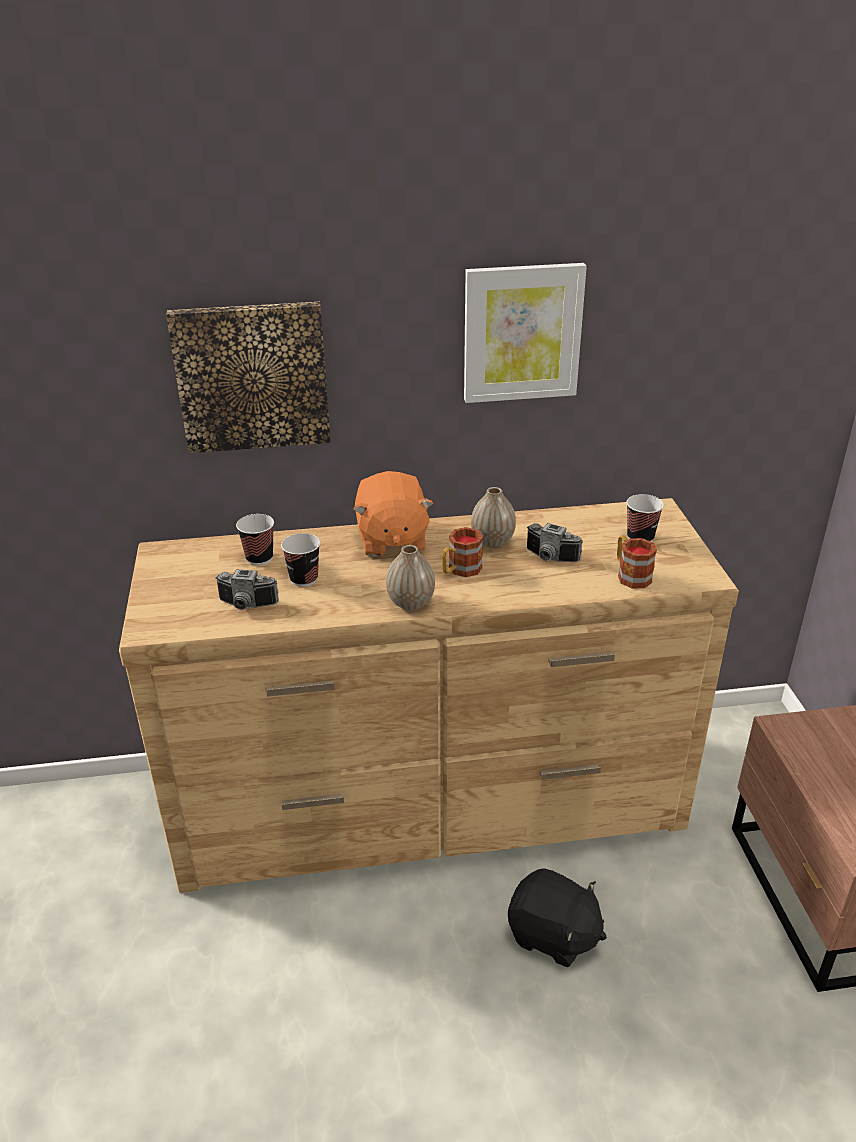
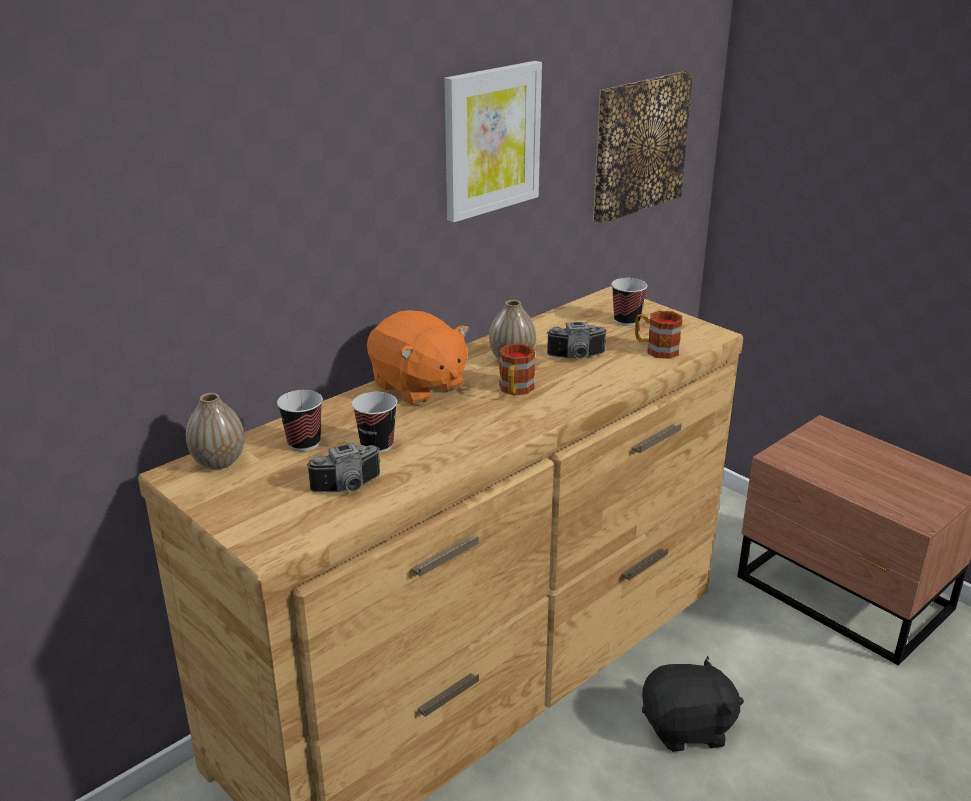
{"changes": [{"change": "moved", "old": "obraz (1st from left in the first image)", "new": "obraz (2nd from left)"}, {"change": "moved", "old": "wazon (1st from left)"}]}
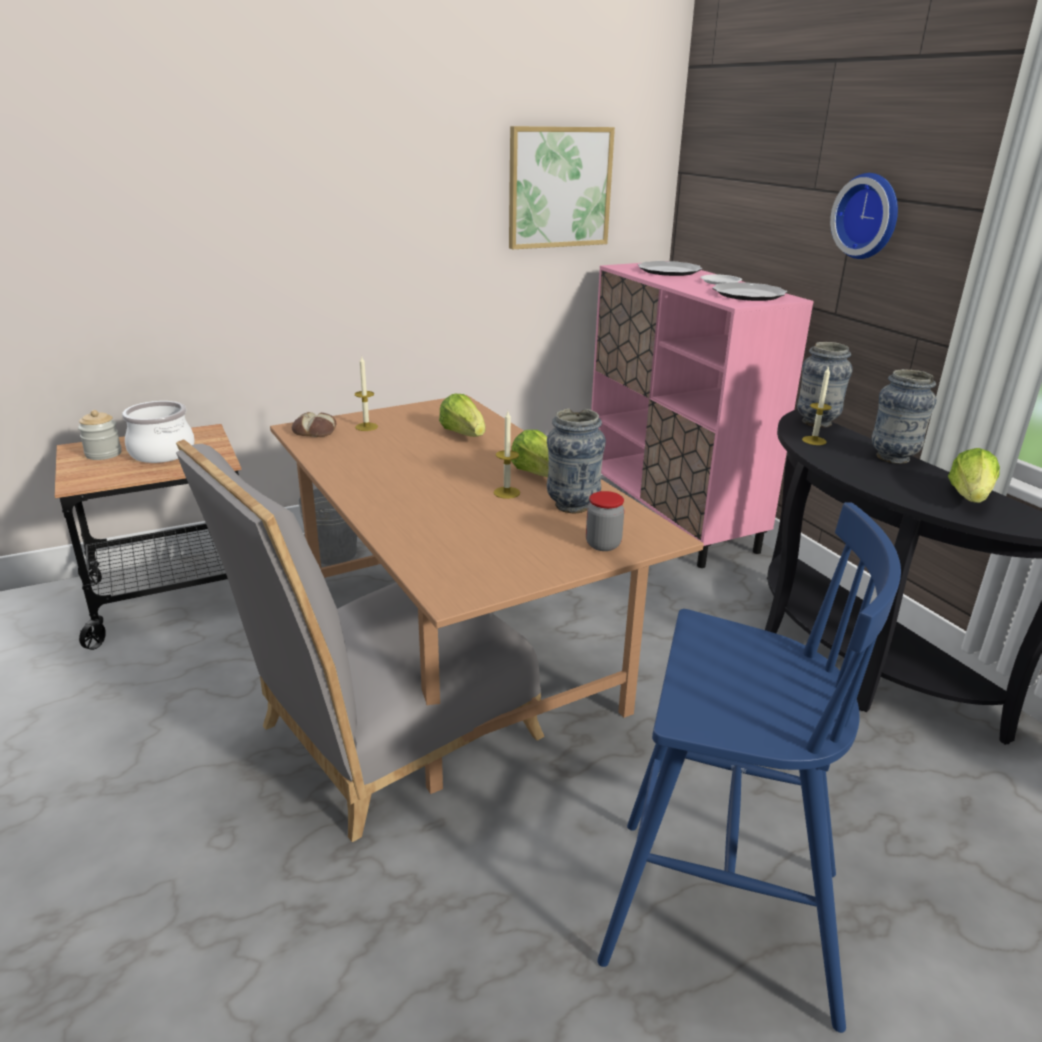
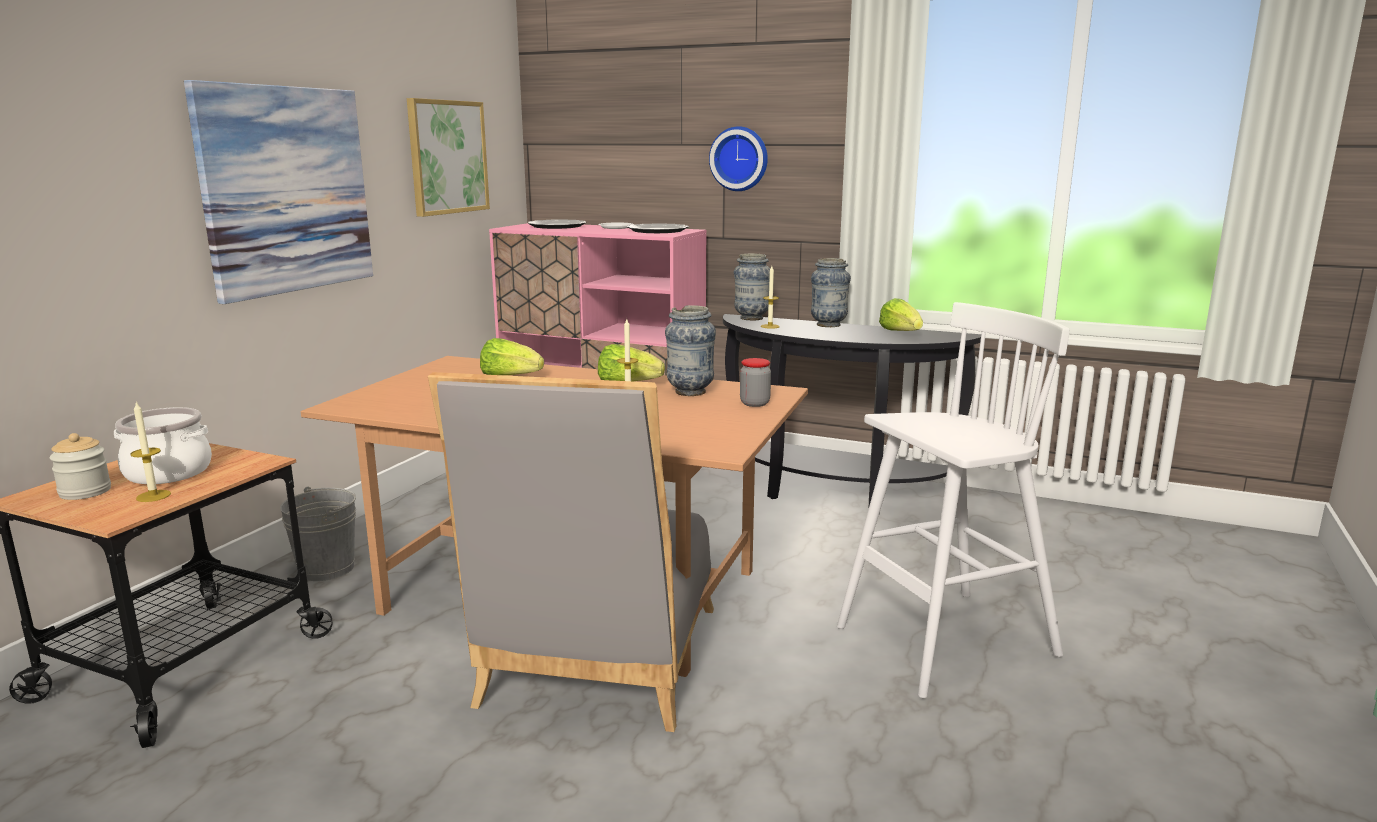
{"changes": [{"change": "moved", "old": "świeca (1st from left)"}, {"change": "removed", "old": "chleb"}, {"change": "recoloured", "old": "stołek [niebieski]", "new": "stołek [biały]"}, {"change": "added", "new": "obraz (1st from left)"}]}
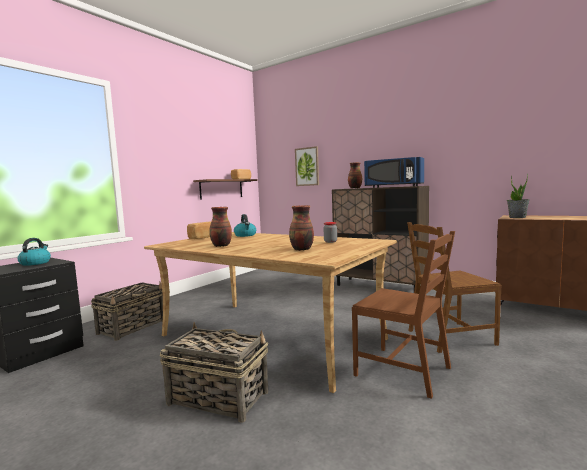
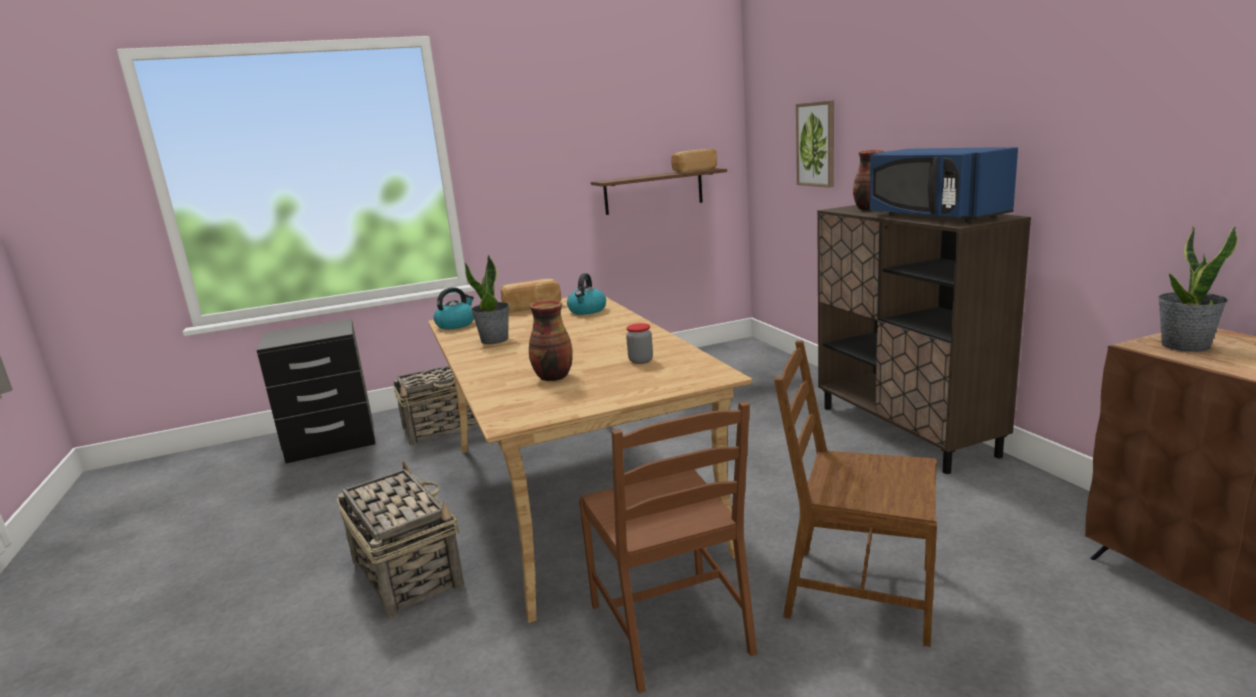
{"changes": [{"change": "replaced", "old": "wazon (1st from left)", "new": "roślina doniczkowa (1st from left)"}, {"change": "moved", "old": "czajnik (1st from left)"}]}
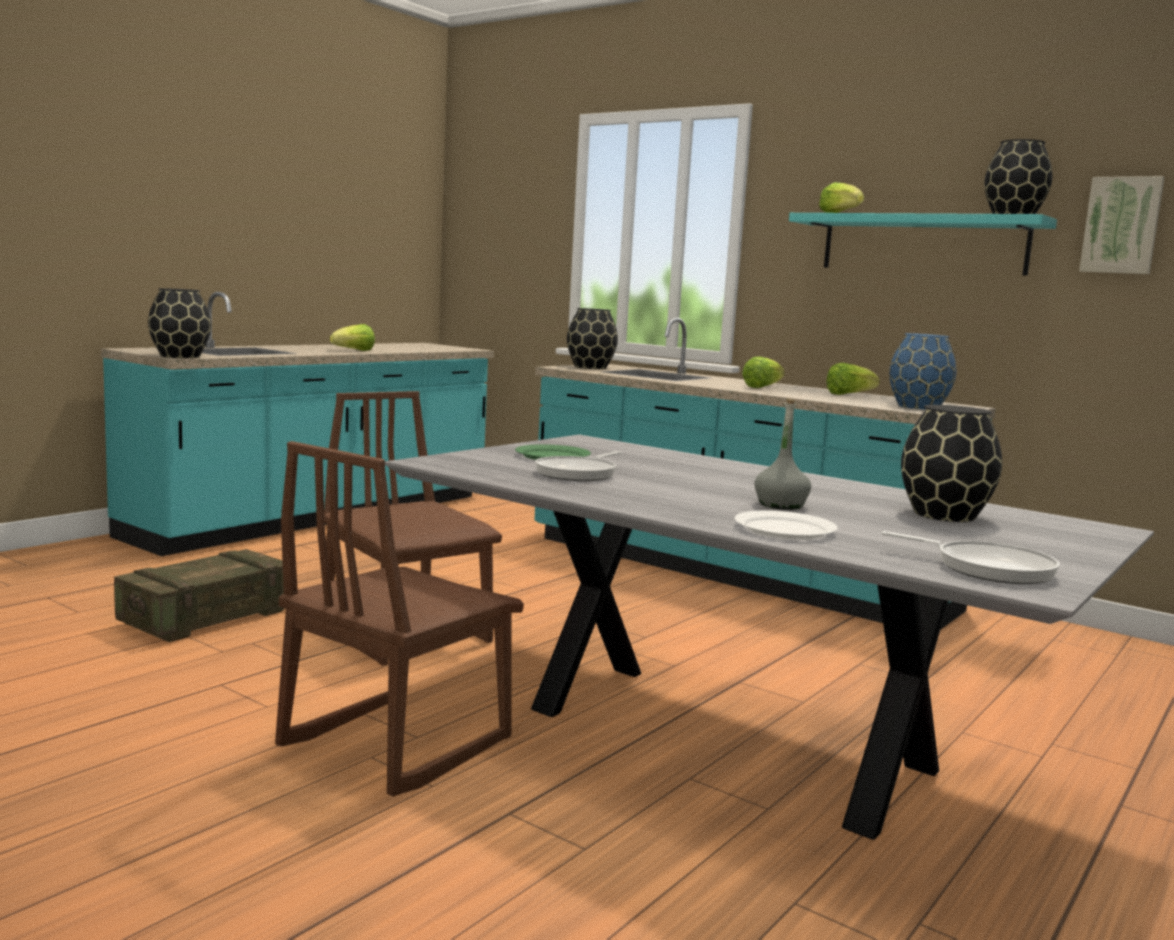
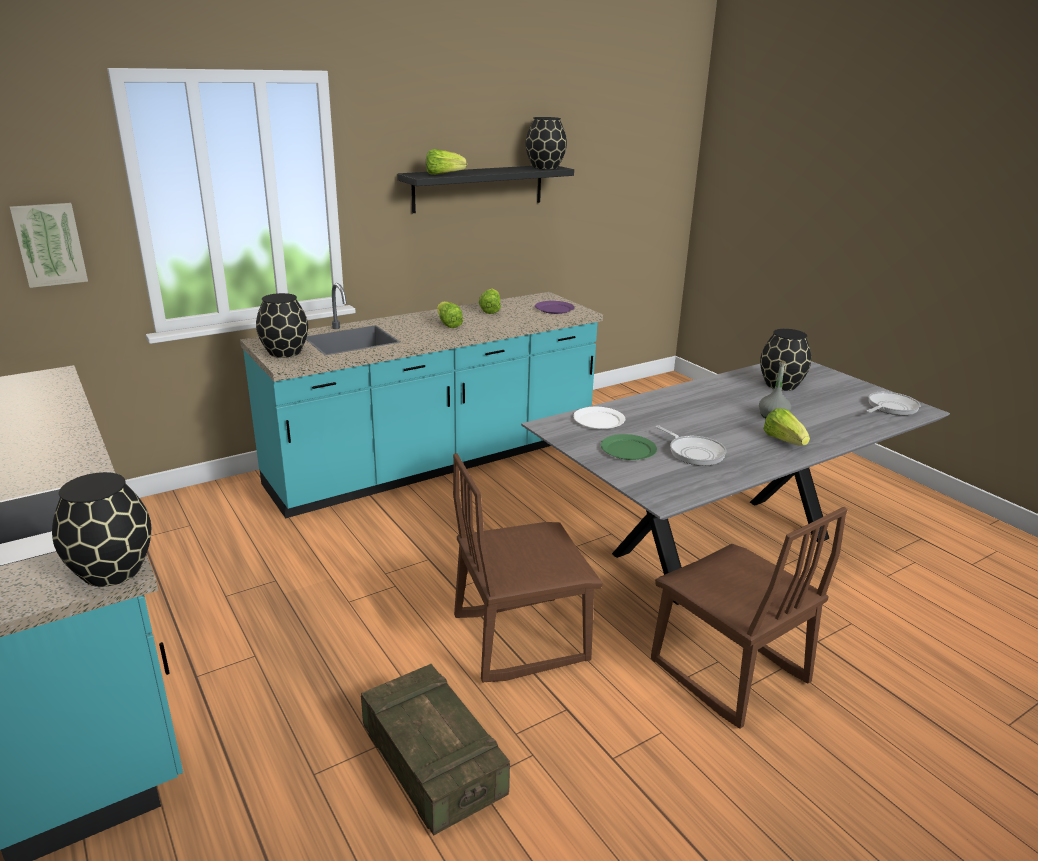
{"changes": [{"change": "moved", "old": "obraz"}, {"change": "recoloured", "old": "półka [turkusowy]", "new": "półka [czarny]"}, {"change": "moved", "old": "sałata (1st from left in the first image)", "new": "sałata (4th from left)"}, {"change": "replaced", "old": "wazon [niebieski]", "new": "talerz [fioletowy]"}, {"change": "moved", "old": "talerz [biały]"}]}
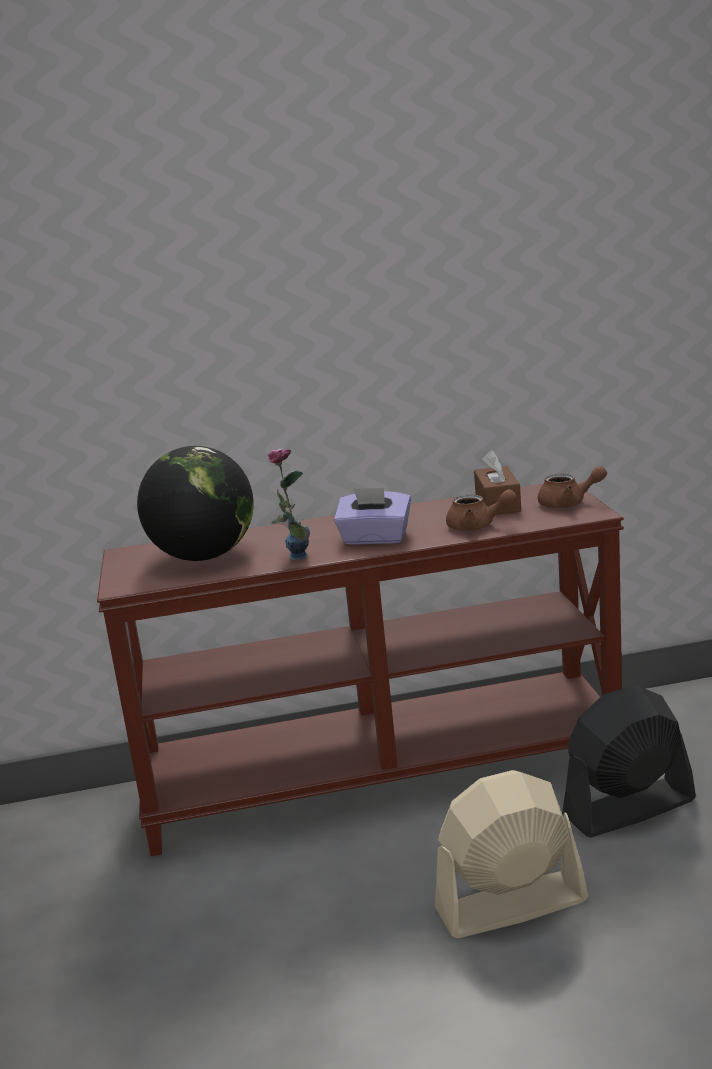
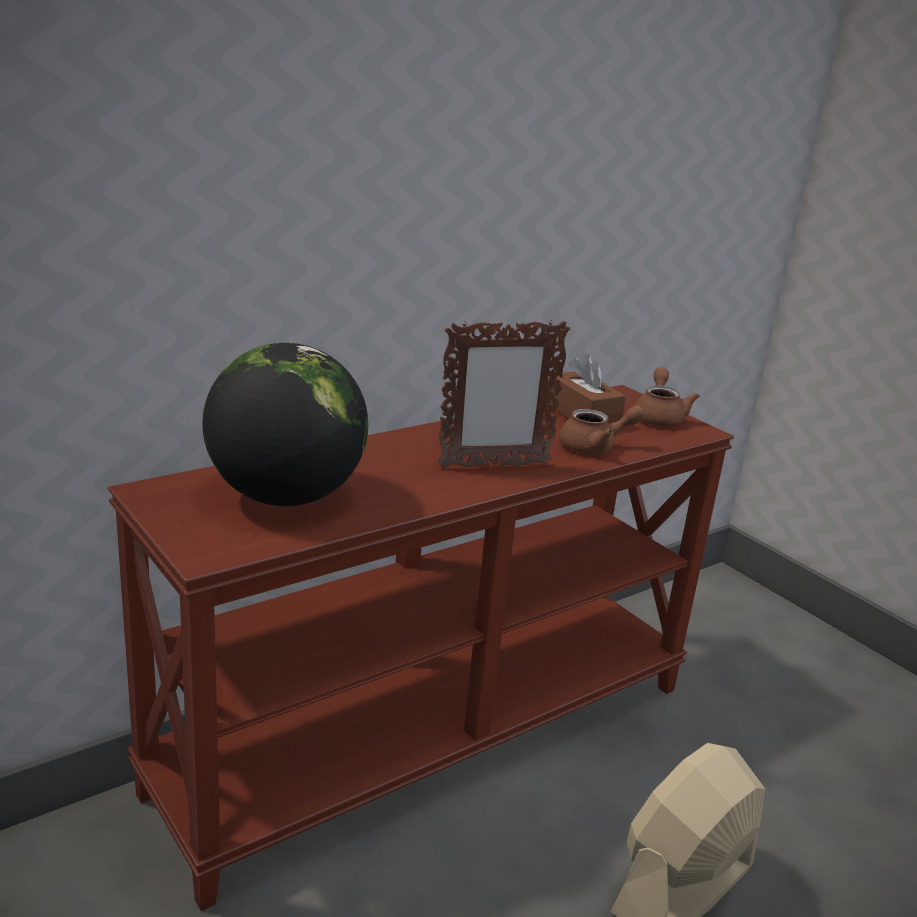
{"changes": [{"change": "removed", "old": "wazon"}, {"change": "turned", "old": "imbryk [brązowy] (2nd from left)", "degrees": -60}, {"change": "replaced", "old": "pudełko chusteczek [fioletowy]", "new": "ramka na zdjęcie"}, {"change": "removed", "old": "wentylator [czarny]"}]}
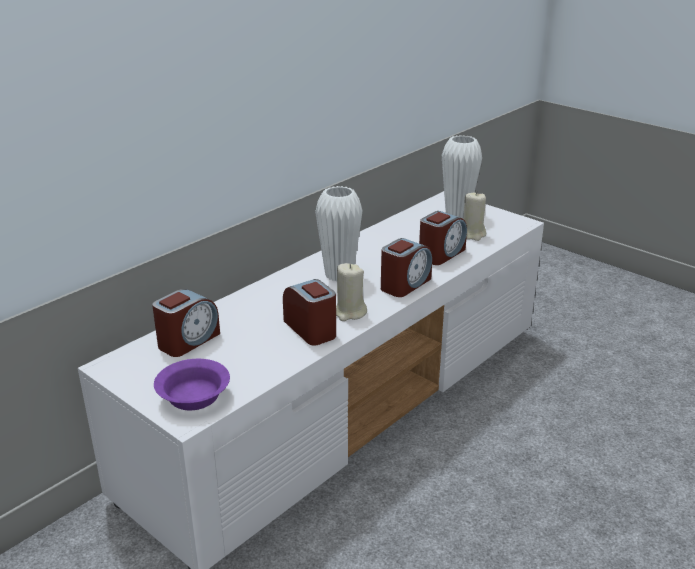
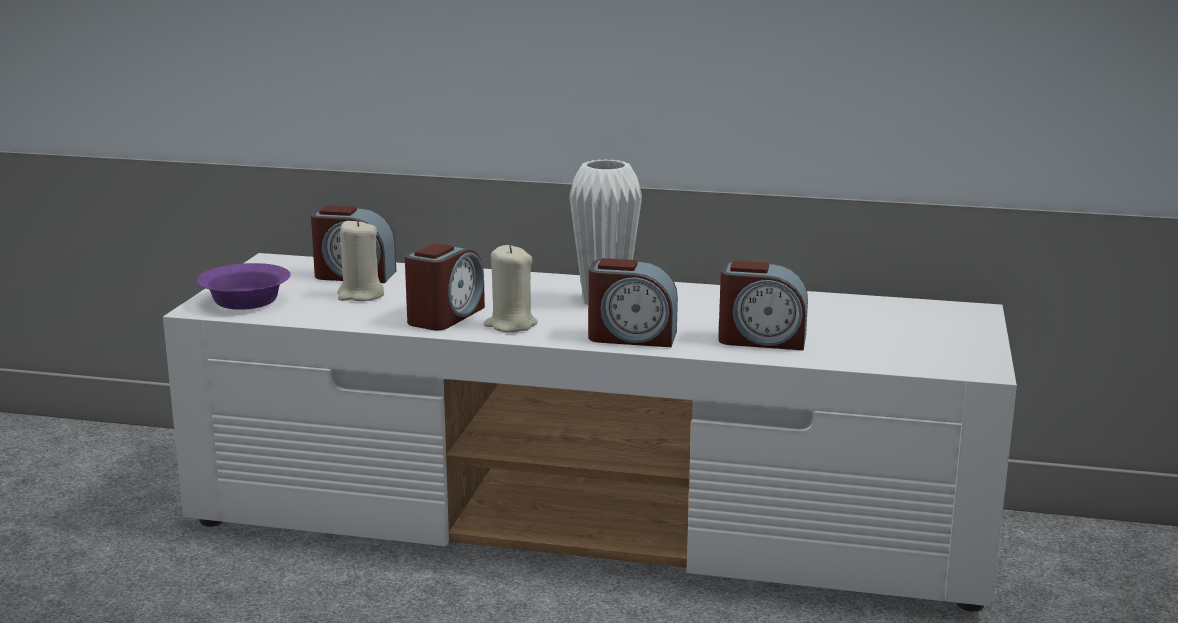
{"changes": [{"change": "removed", "old": "wazon [biały] (2nd from left)"}, {"change": "moved", "old": "świeca [beżowy] (2nd from left in the first image)", "new": "świeca [beżowy] (1st from left)"}]}
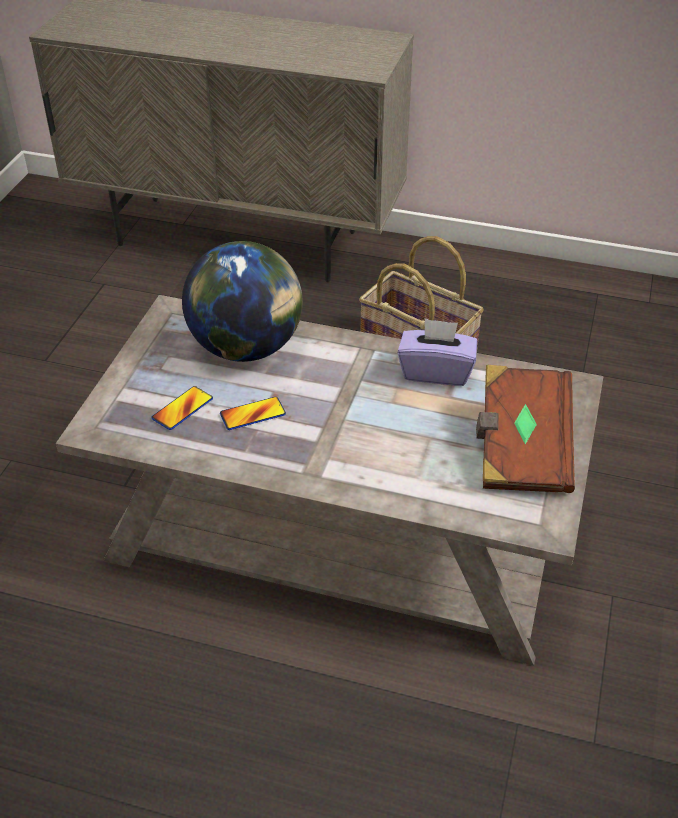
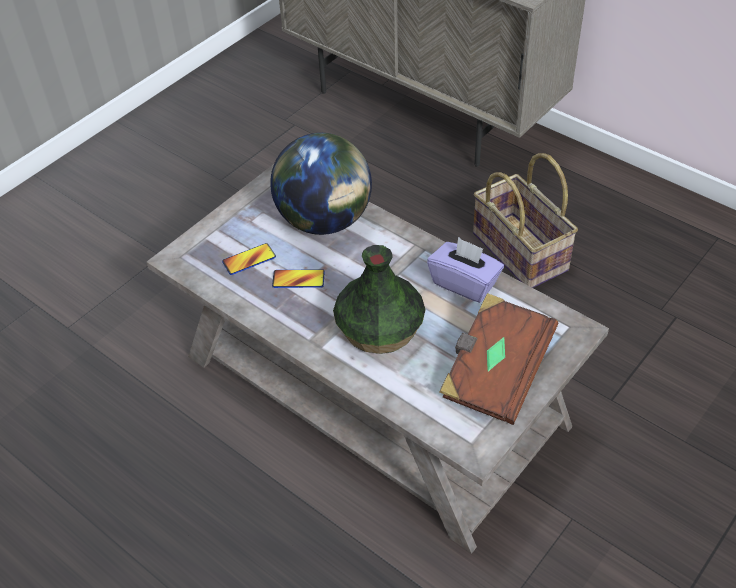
{"changes": [{"change": "added", "new": "wazon"}]}
